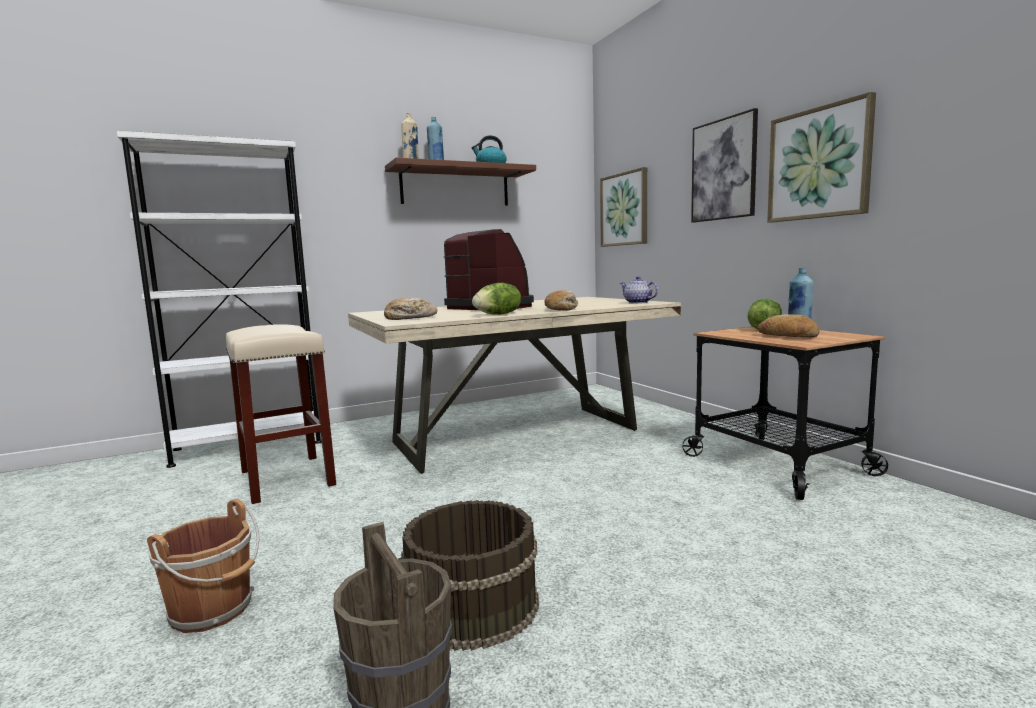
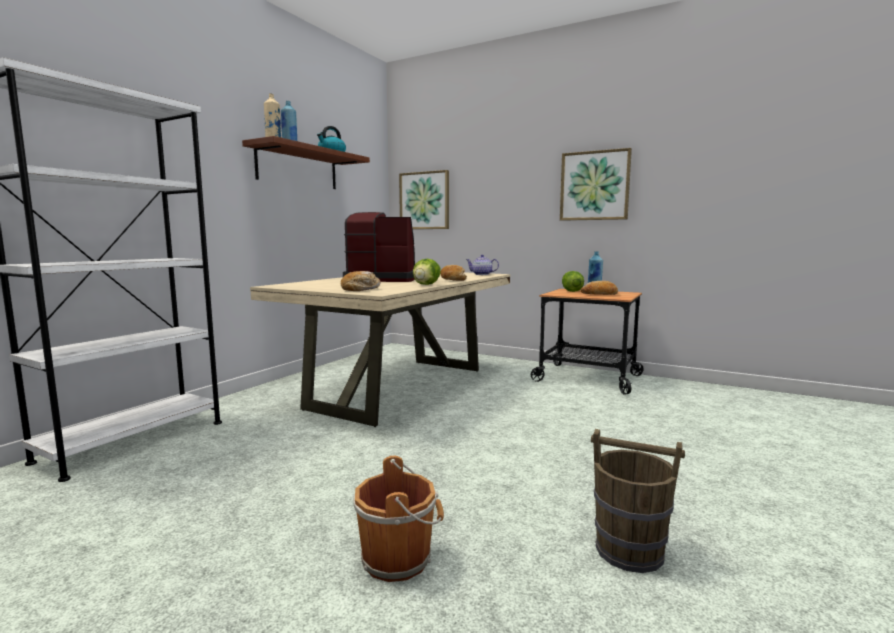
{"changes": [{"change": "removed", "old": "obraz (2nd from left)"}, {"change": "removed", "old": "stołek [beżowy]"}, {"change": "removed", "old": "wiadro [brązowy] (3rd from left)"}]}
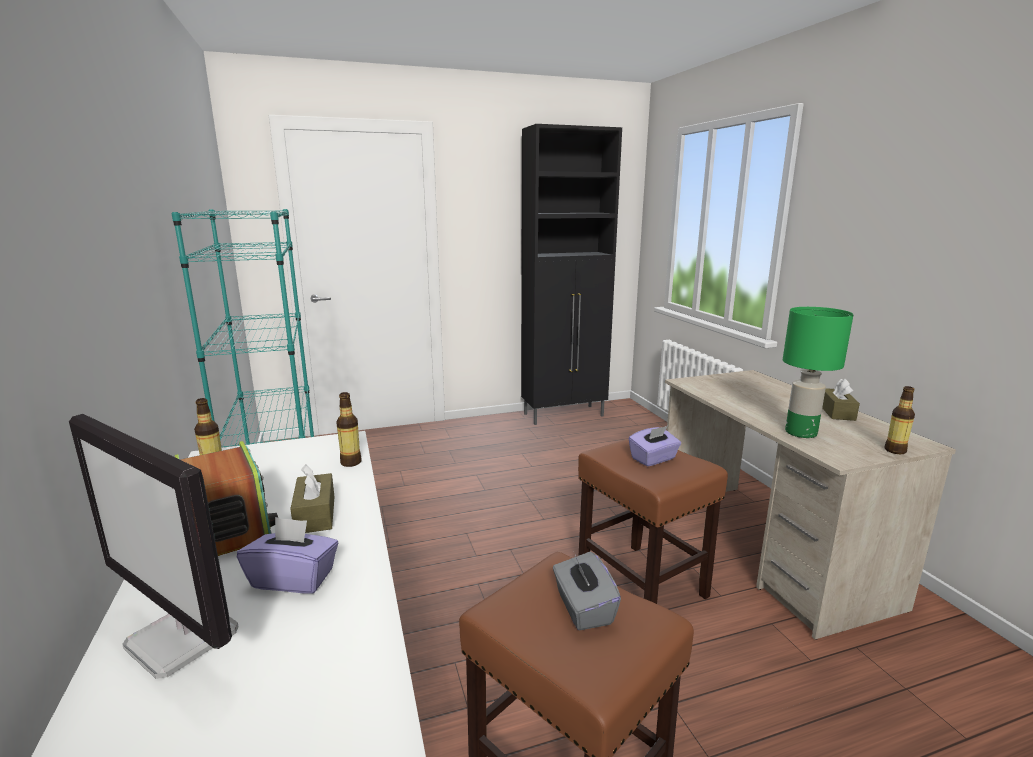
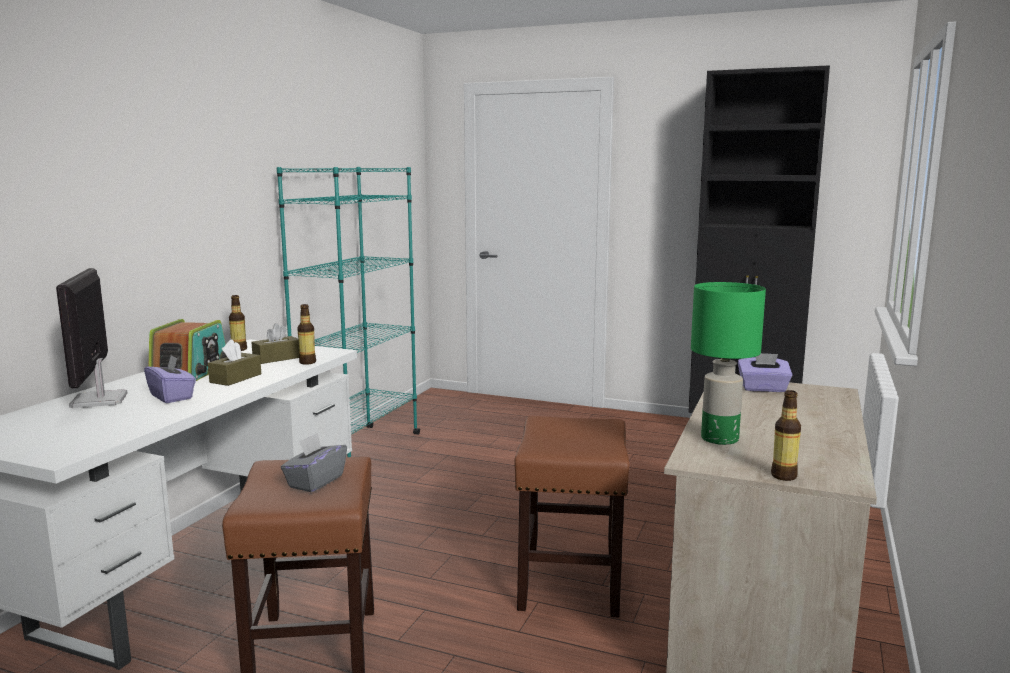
{"changes": [{"change": "moved", "old": "pudełko chusteczek [brązowy] (2nd from left)"}, {"change": "moved", "old": "pudełko chusteczek [fioletowy] (2nd from left)"}]}
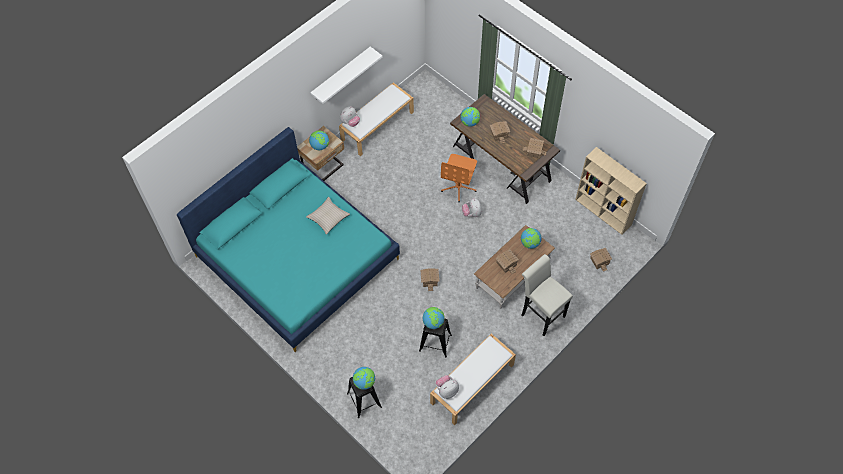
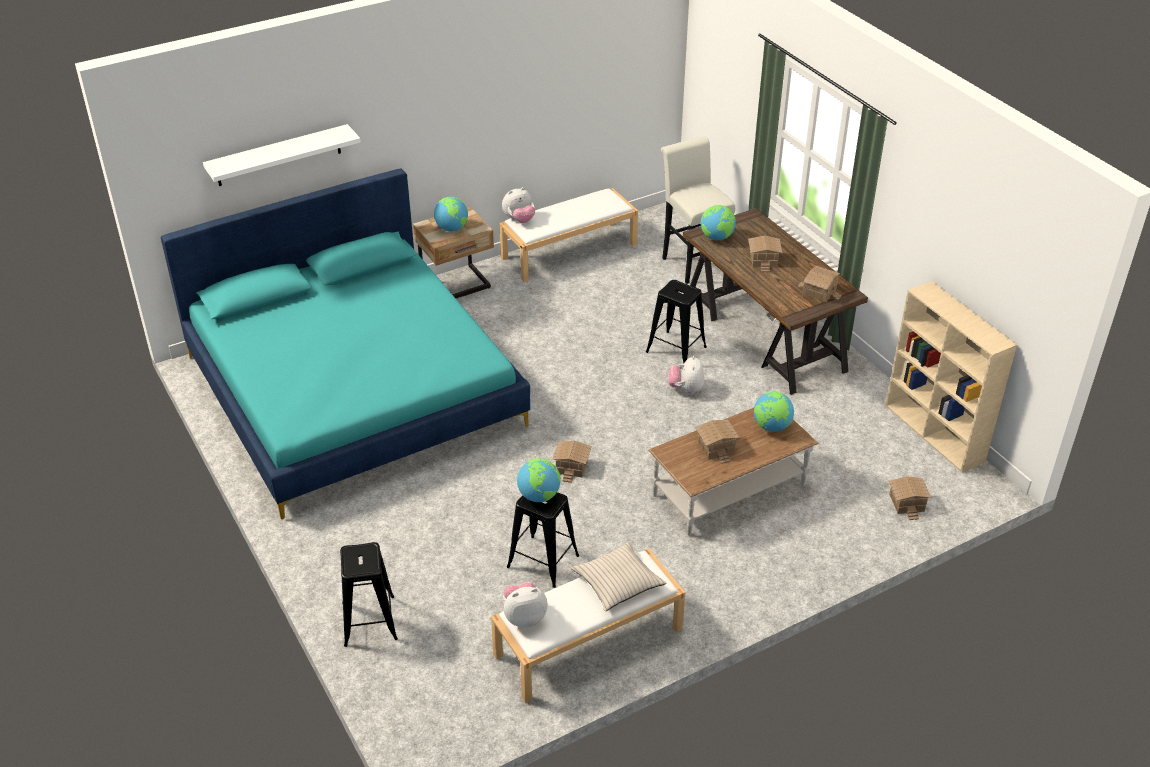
{"changes": [{"change": "moved", "old": "półka [biały]"}, {"change": "replaced", "old": "krzesło biurowe [pomarańczowy]", "new": "stołek [czarny] (3rd from left)"}, {"change": "moved", "old": "poduszka [beżowy]"}, {"change": "moved", "old": "stołek [biały]"}, {"change": "removed", "old": "globus (2nd from left)"}]}
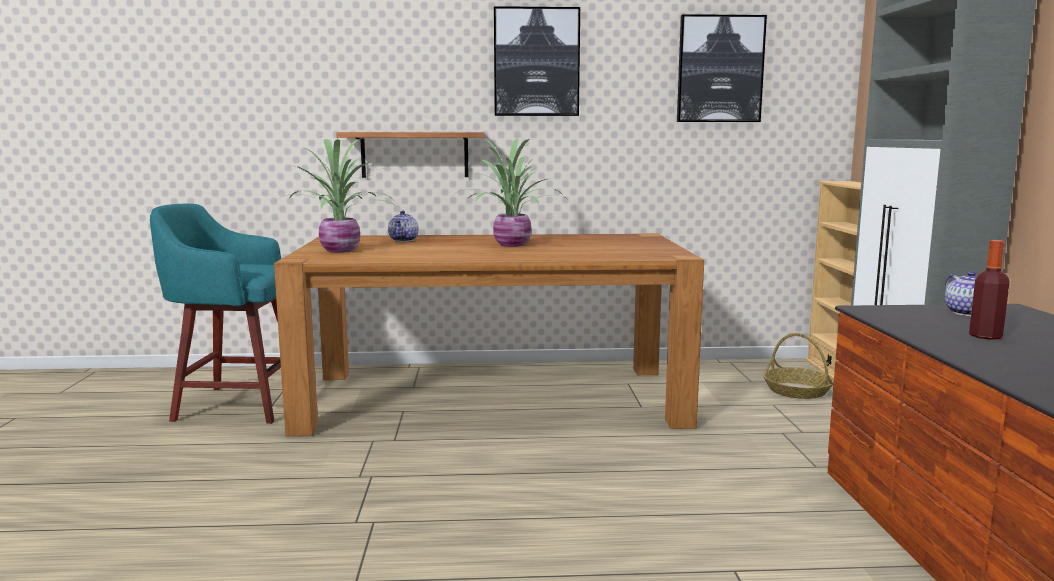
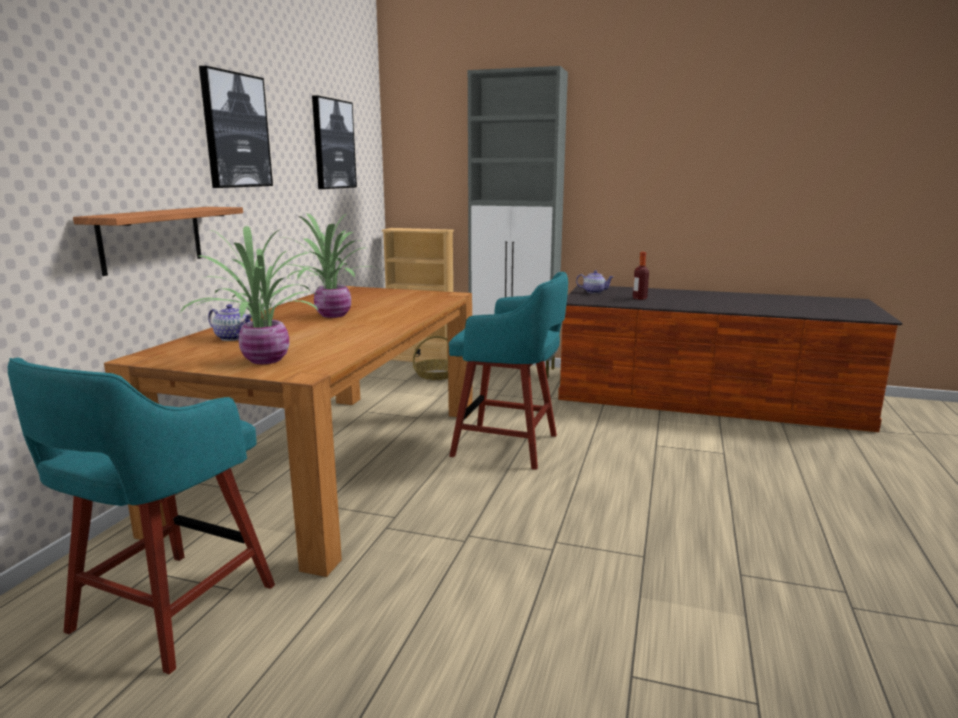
{"changes": [{"change": "added", "new": "stołek [turkusowy] (2nd from left)"}]}
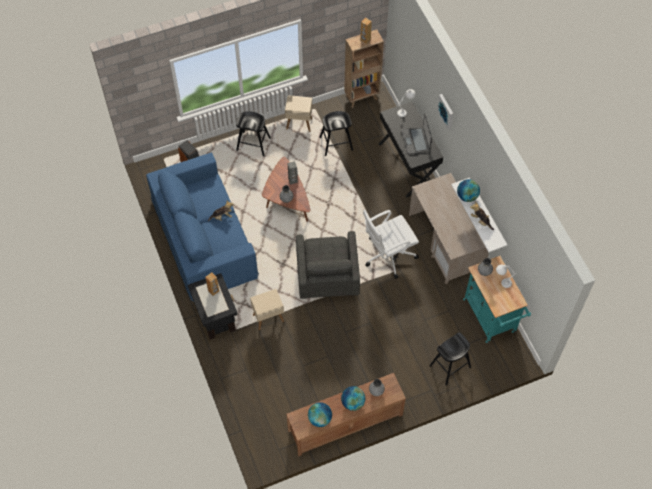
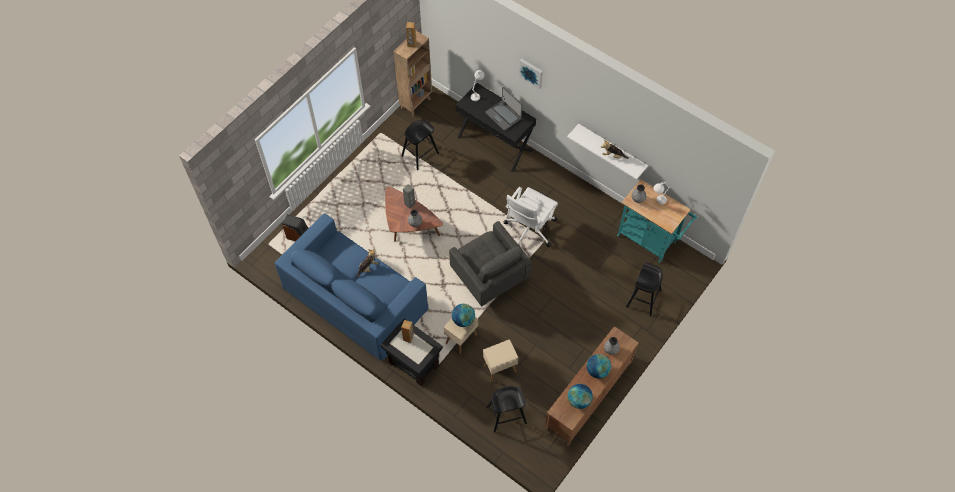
{"changes": [{"change": "moved", "old": "stolik [beżowy] (2nd from left)"}, {"change": "moved", "old": "stołek [czarny] (1st from left in the first image)", "new": "stołek [czarny] (2nd from left)"}, {"change": "removed", "old": "biurko [beżowy]"}, {"change": "moved", "old": "globus (3rd from left in the first image)", "new": "globus (1st from left)"}]}
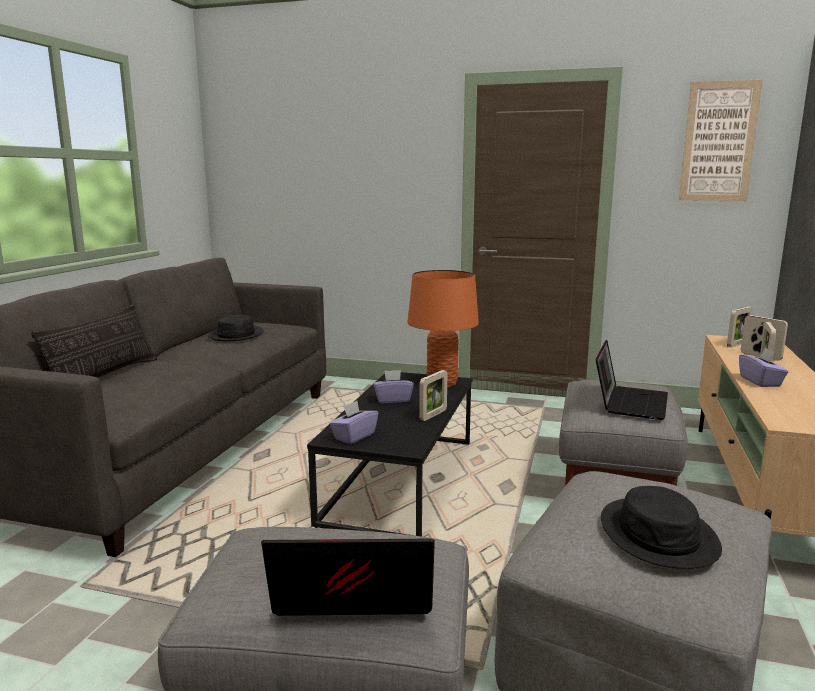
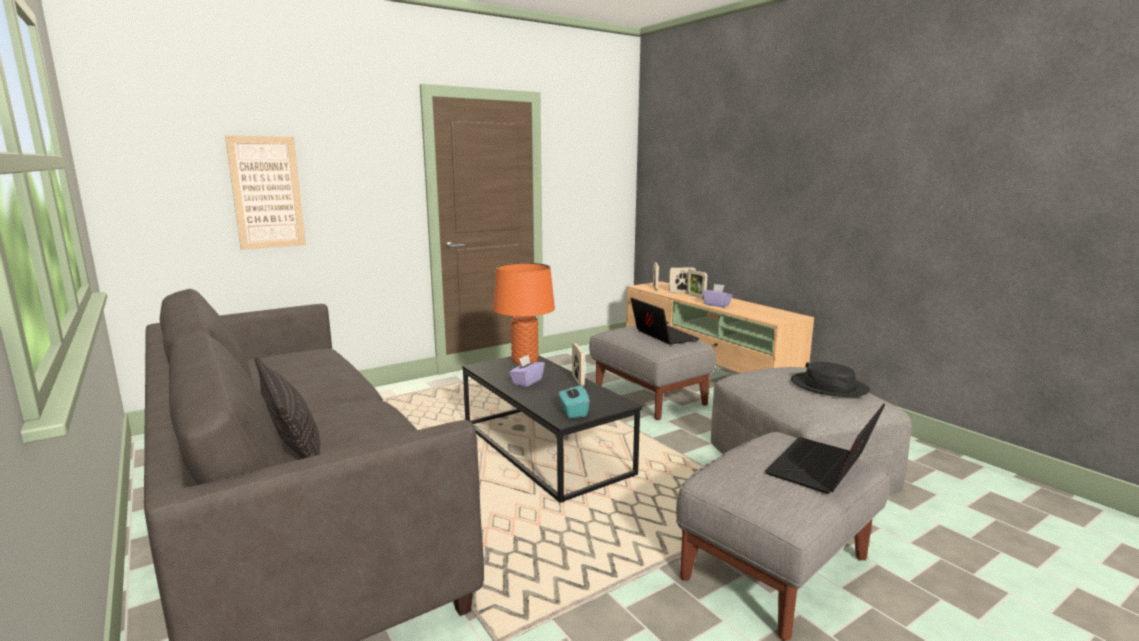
{"changes": [{"change": "moved", "old": "obraz"}, {"change": "removed", "old": "kapelusz [czarny] (1st from left)"}, {"change": "recoloured", "old": "pudełko chusteczek [fioletowy] (1st from left)", "new": "pudełko chusteczek [turkusowy]"}]}
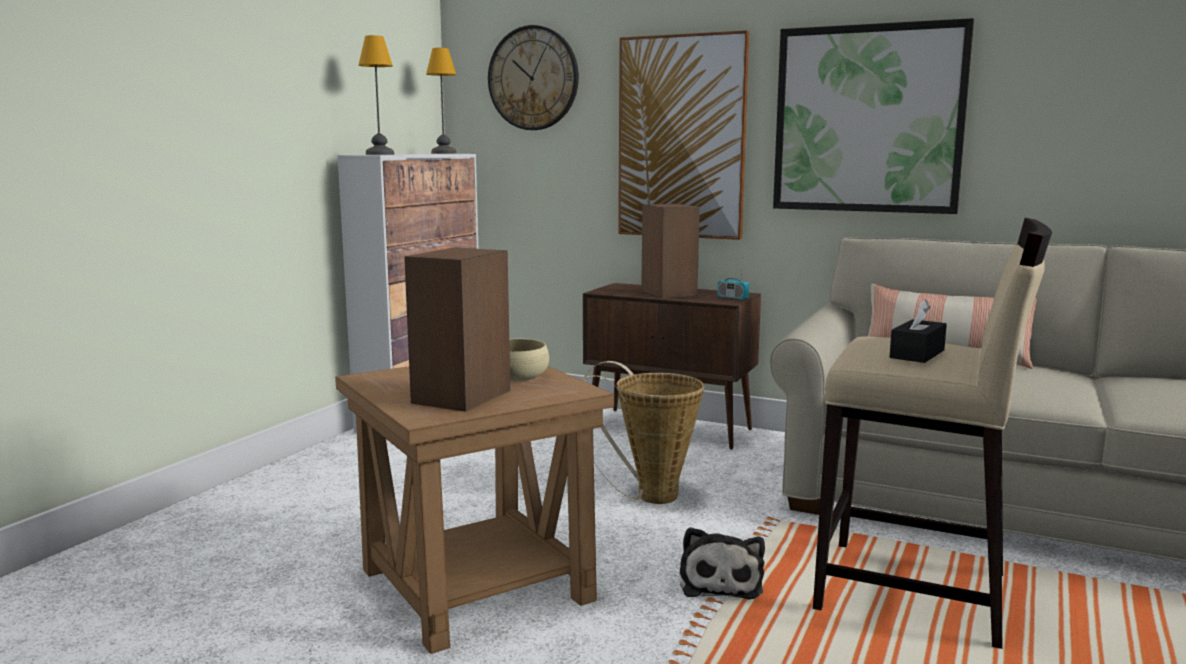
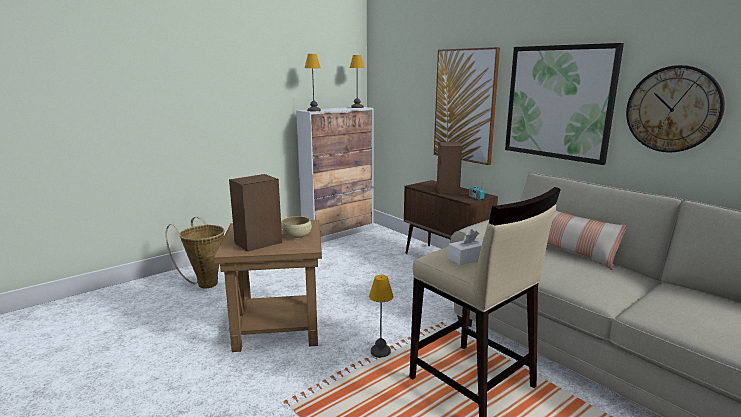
{"changes": [{"change": "moved", "old": "zegar ścienny"}, {"change": "recoloured", "old": "pudełko chusteczek [czarny]", "new": "pudełko chusteczek [biały]"}, {"change": "moved", "old": "koszyk"}, {"change": "replaced", "old": "pluszak", "new": "lampa stołowa (3rd from left)"}]}
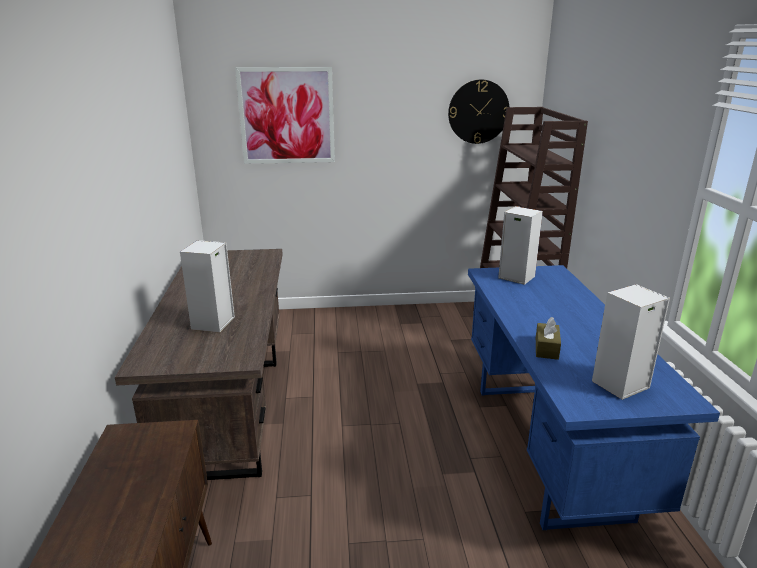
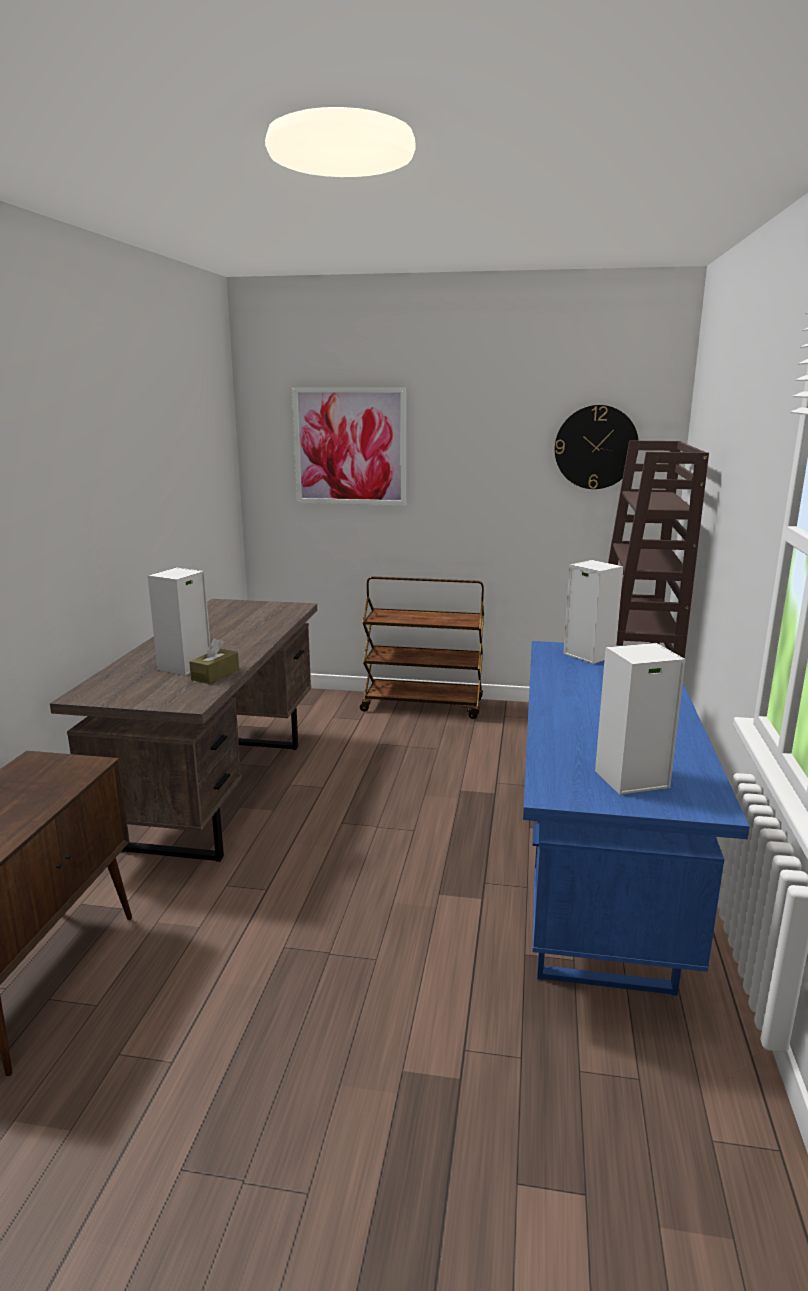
{"changes": [{"change": "moved", "old": "pudełko chusteczek [brązowy]"}, {"change": "added", "new": "wózek [brązowy]"}]}
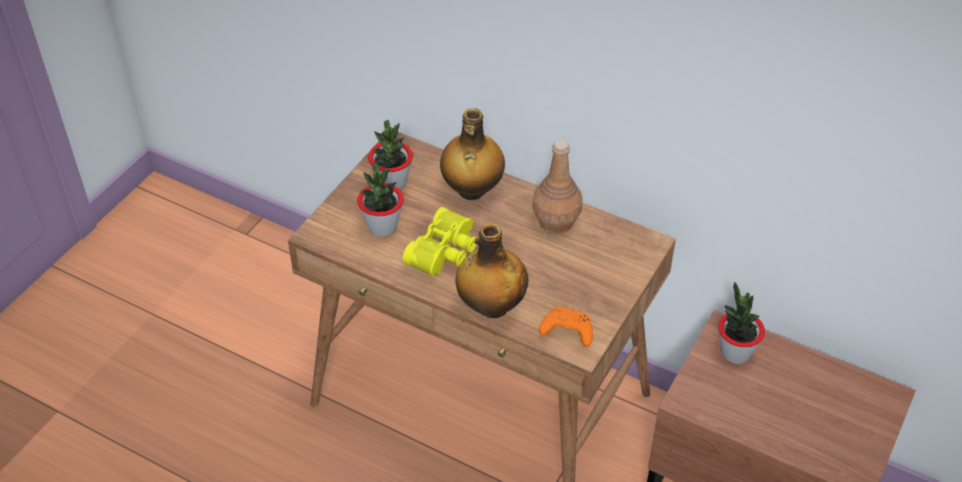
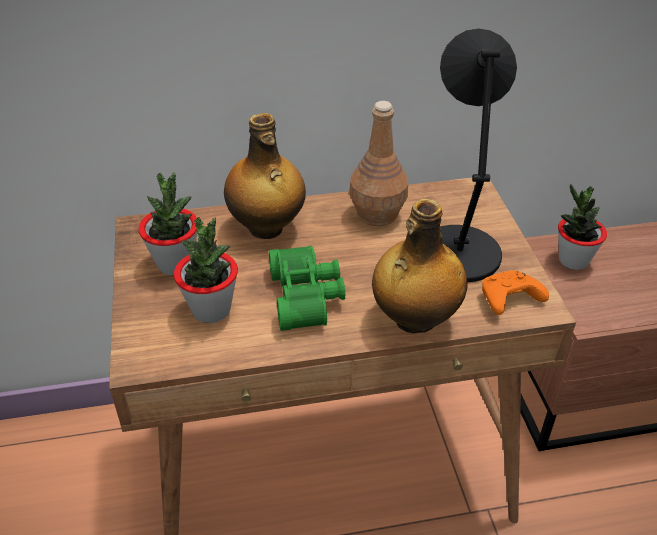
{"changes": [{"change": "recoloured", "old": "lornetka [żółty]", "new": "lornetka [zielony]"}, {"change": "added", "new": "lampa stołowa [czarny]"}]}
